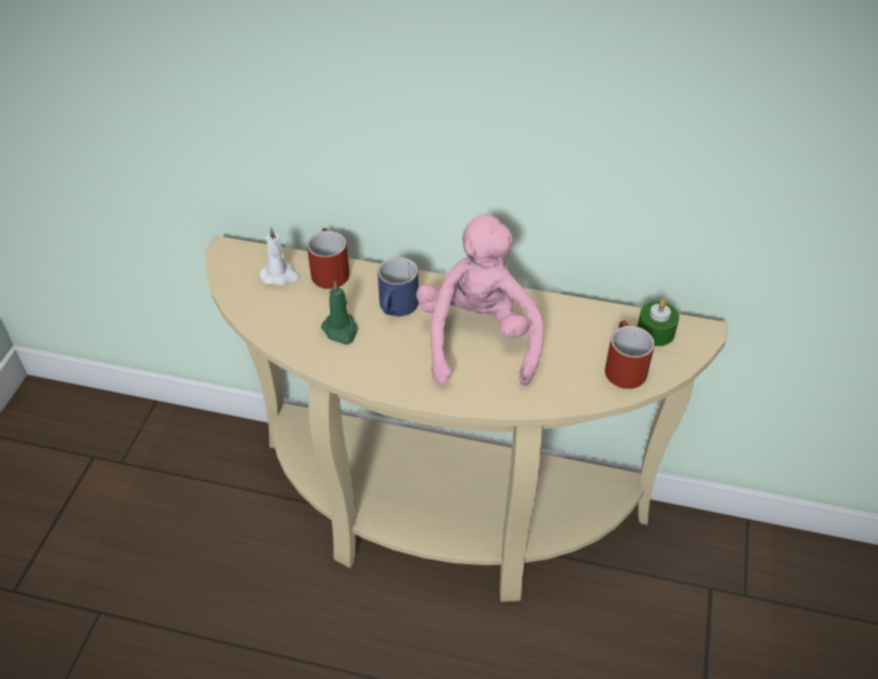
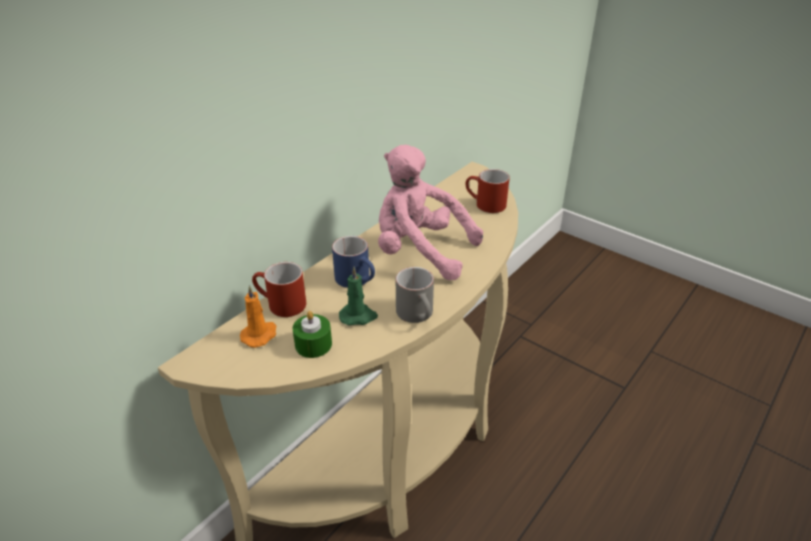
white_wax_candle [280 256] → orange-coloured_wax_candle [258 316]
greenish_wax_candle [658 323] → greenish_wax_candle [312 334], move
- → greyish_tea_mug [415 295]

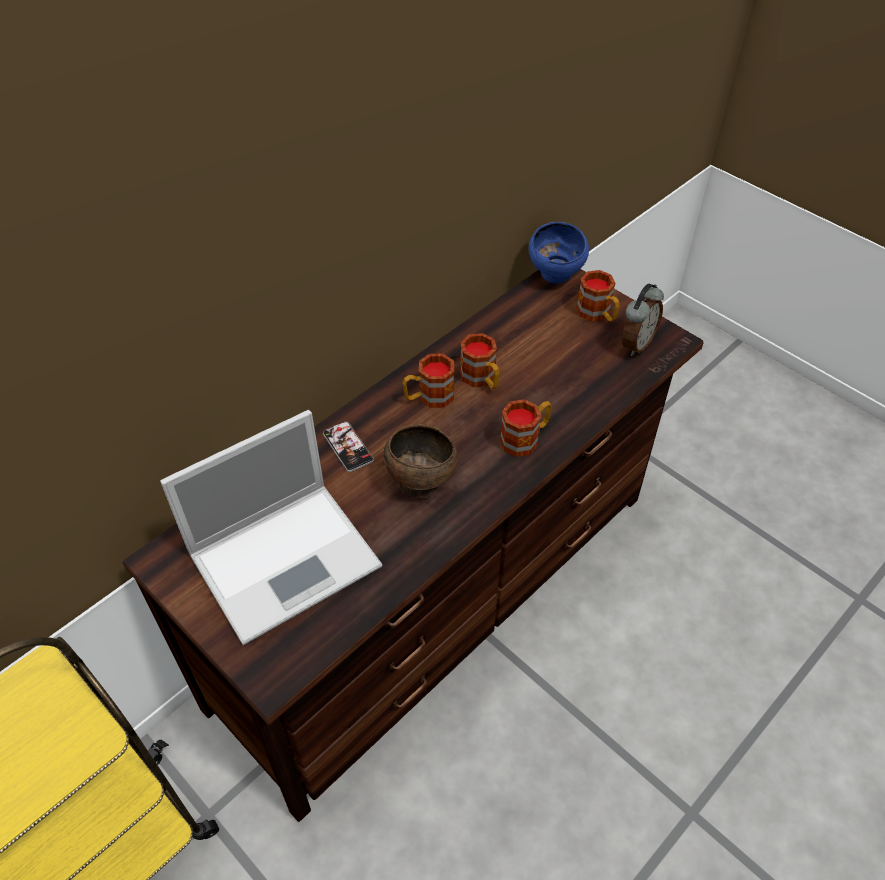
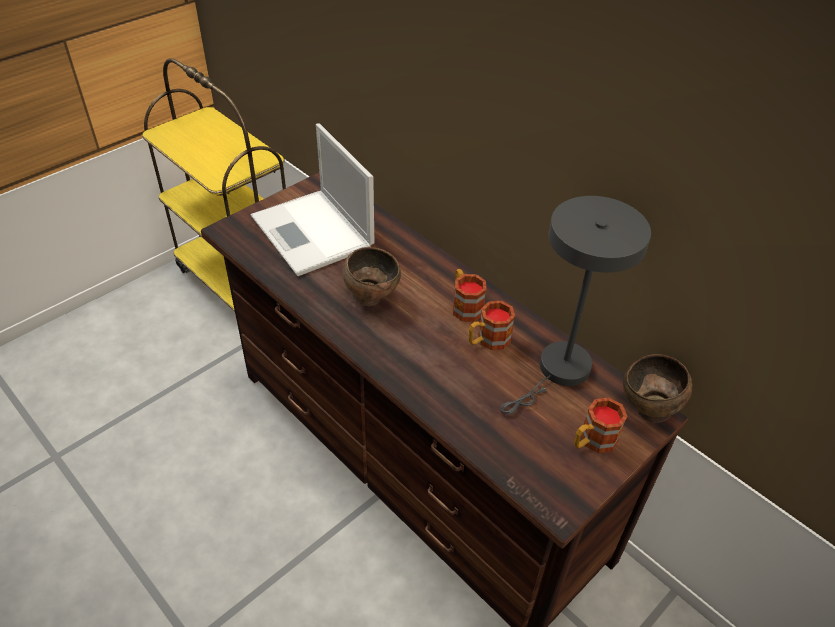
handset [348 446] → -
tea_mug [525 428] → -
bluish_serving_bowl [558 253] → brown_serving_bowl [658 388]
alarm_clock [643 320] → -
- → greyish_lamp_for_a_table [575 305]

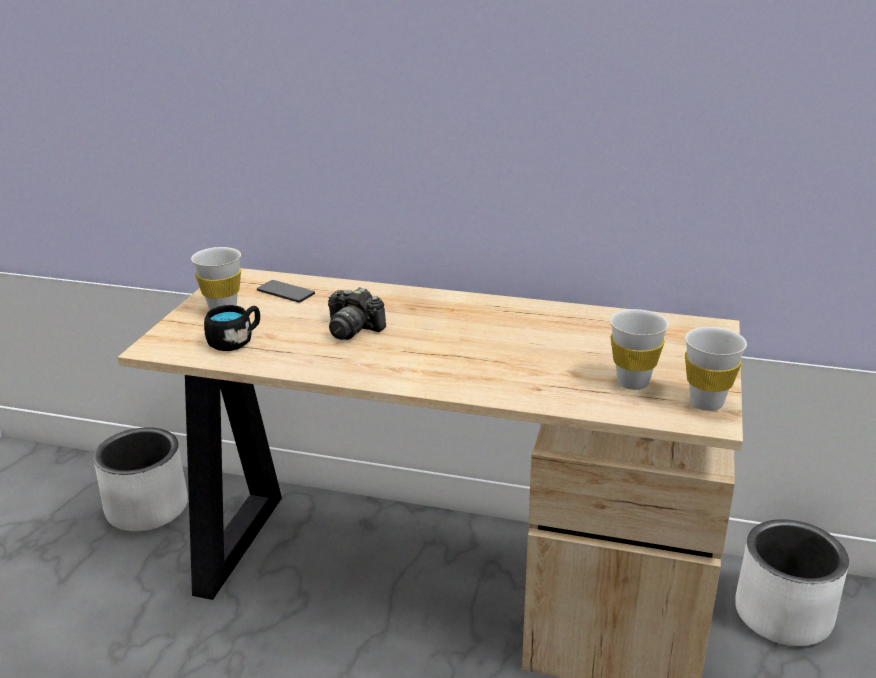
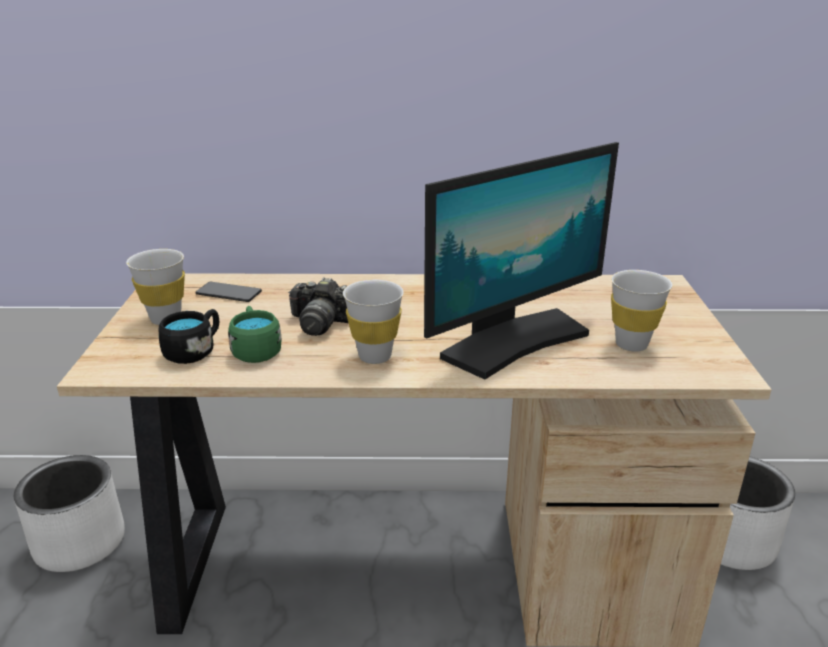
white_drinking_cup [716 369] → white_drinking_cup [373 322], move
- → greenish_tea_mug [254 334]
- → monitor [521 261]

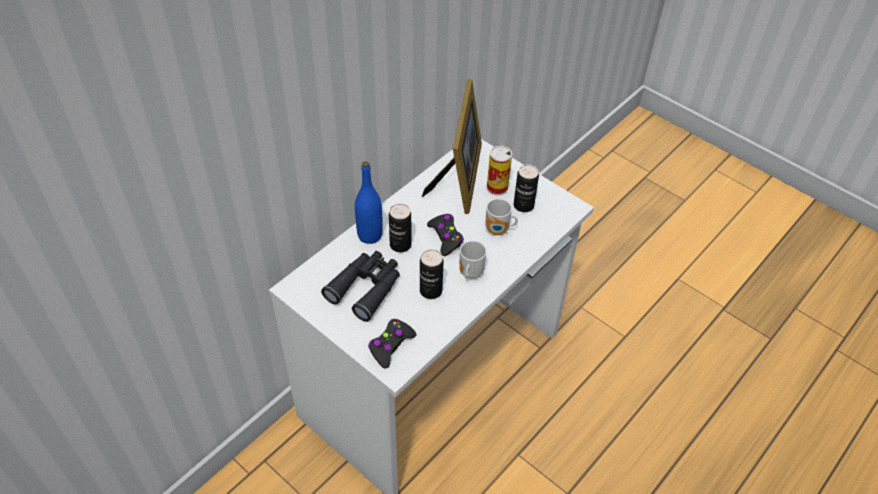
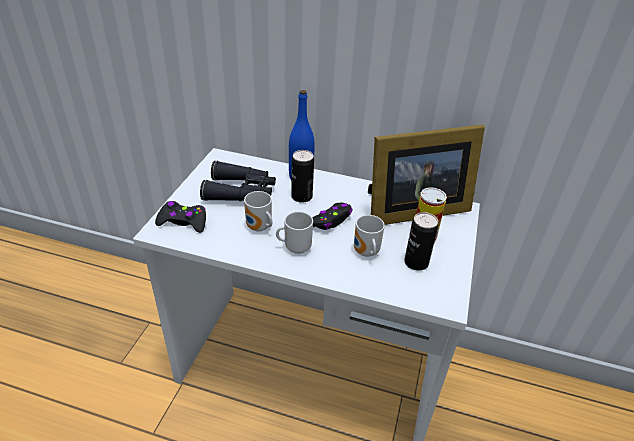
sealed_can [432 274] → tea_mug [258 211]

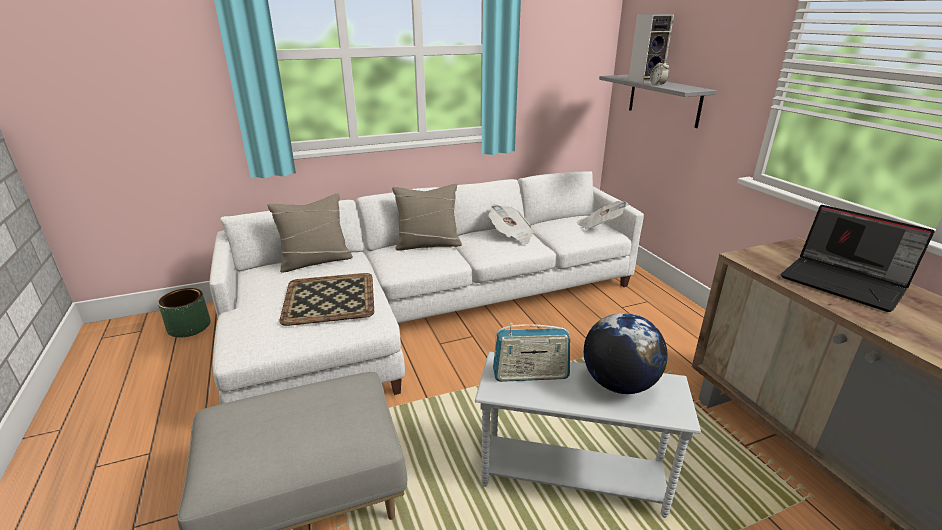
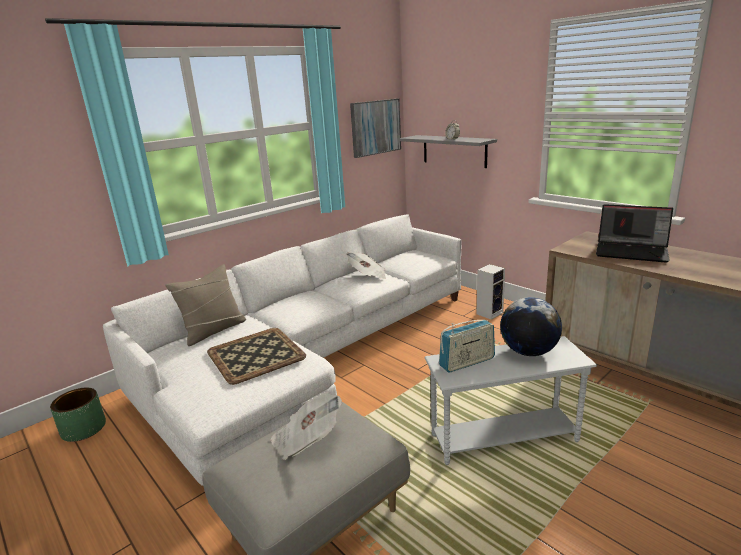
beige_pillow [427 217] → -
printed_paper [602 215] → printed_paper [306 426], move
loudspeaker [651 48] → loudspeaker [491 292], move
- → wall_picture [375 128]

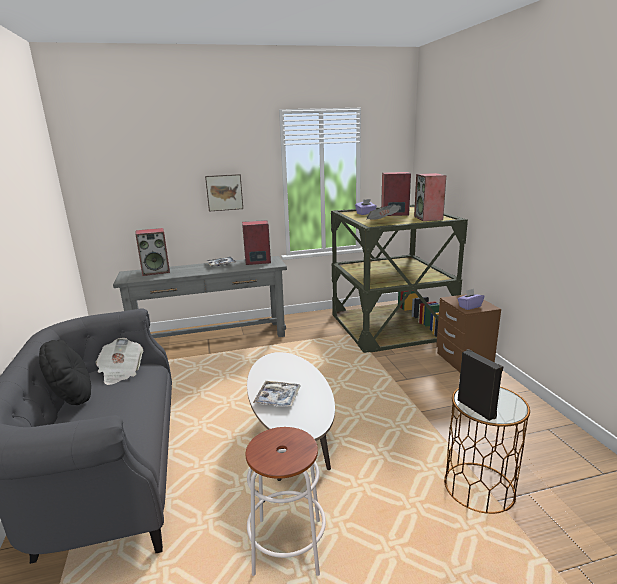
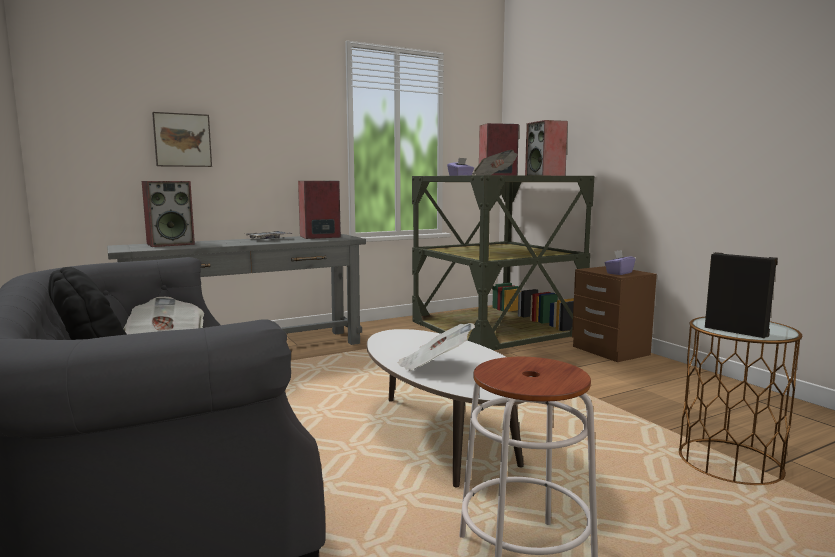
wall_picture [224 193] → wall_picture [182 139], move
carrying_tray [277 394] → printed_paper [436 347]

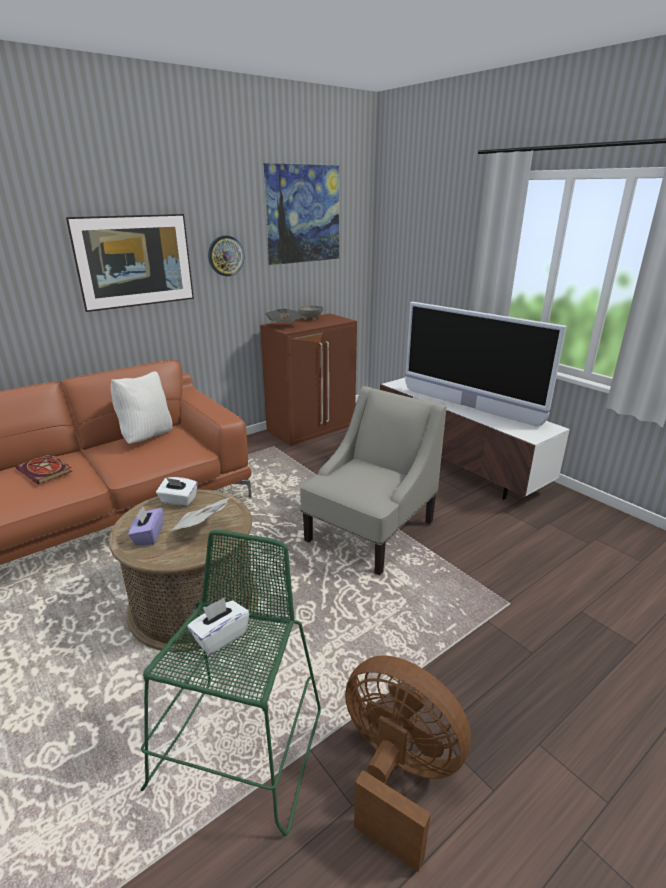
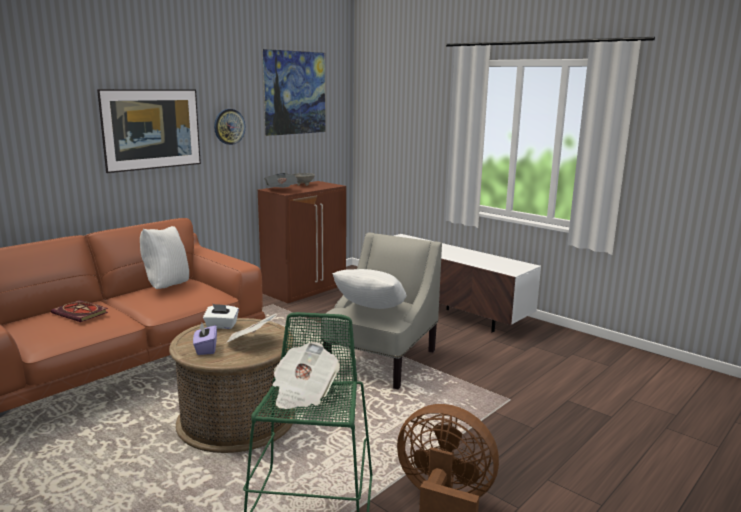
white_tissue_holder [218 626] → printed_paper [306 375]
TV [486 364] → -
- → white_pillow [369 289]

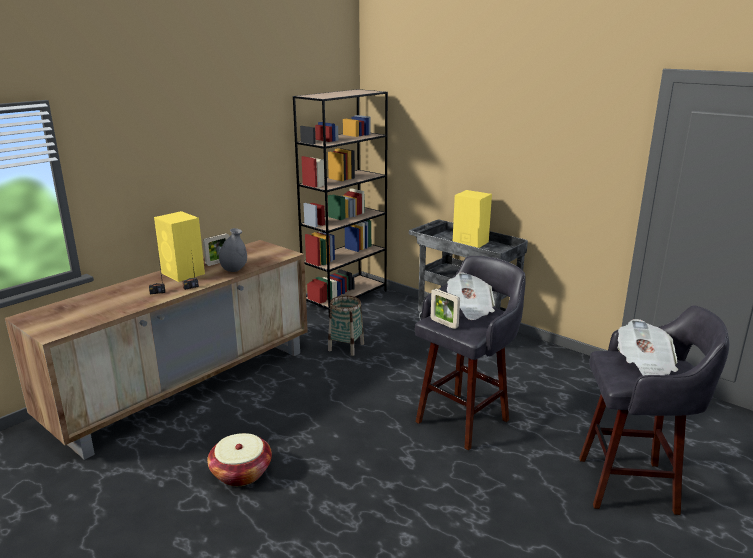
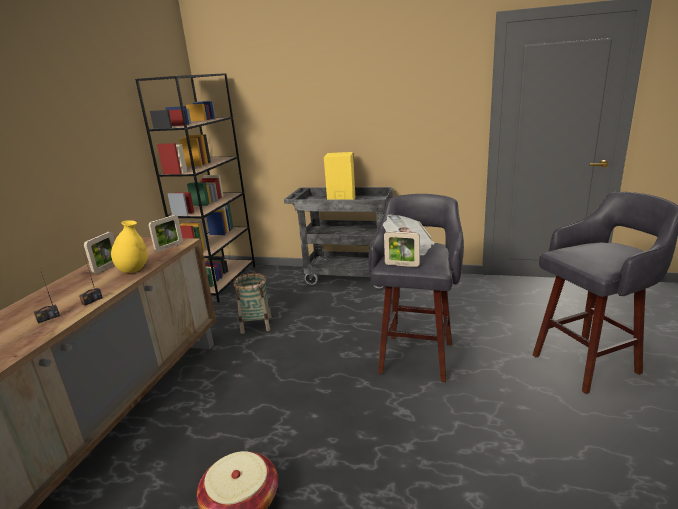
yellow-coloured_loudspeaker [179 246] → -
greyish_decorative_vase [233 250] → yellow-coloured_decorative_vase [129 246]
printed_paper [648 347] → -
- → standing_frame [166 233]

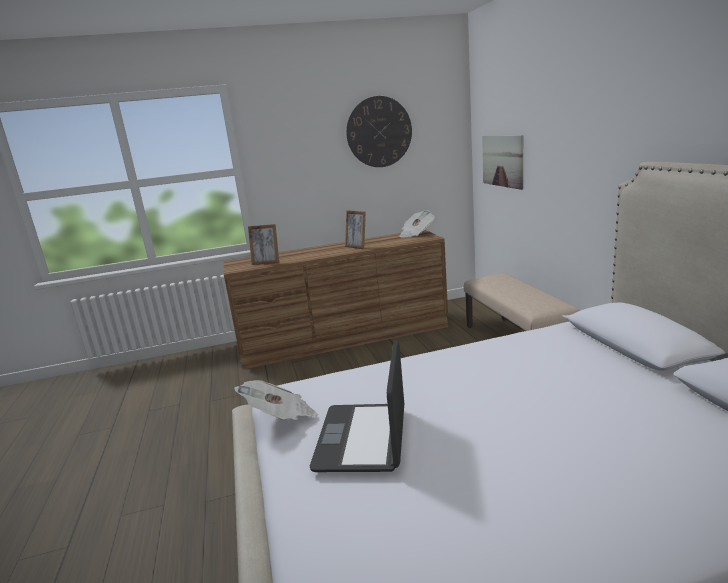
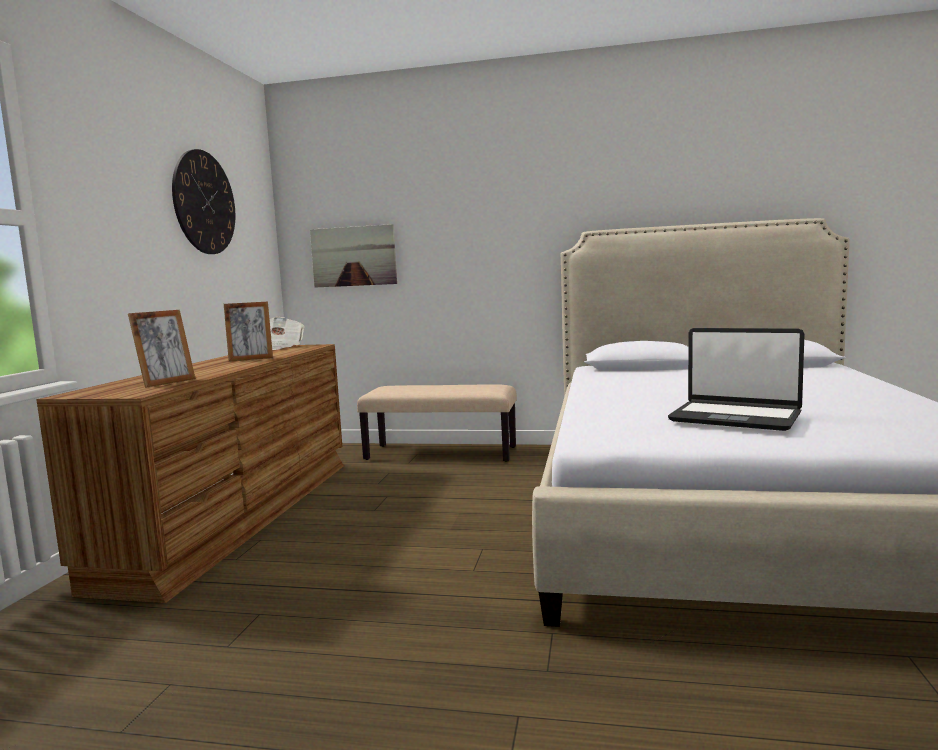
printed_paper [276 400] → -

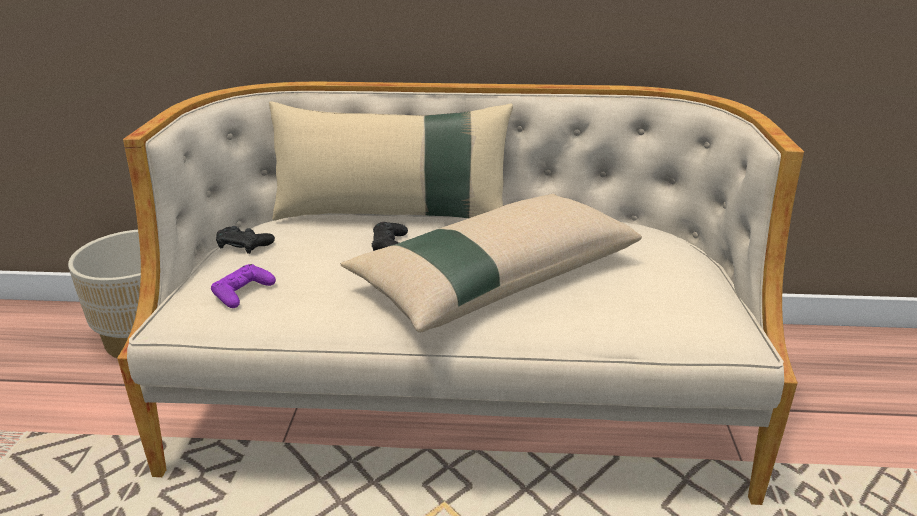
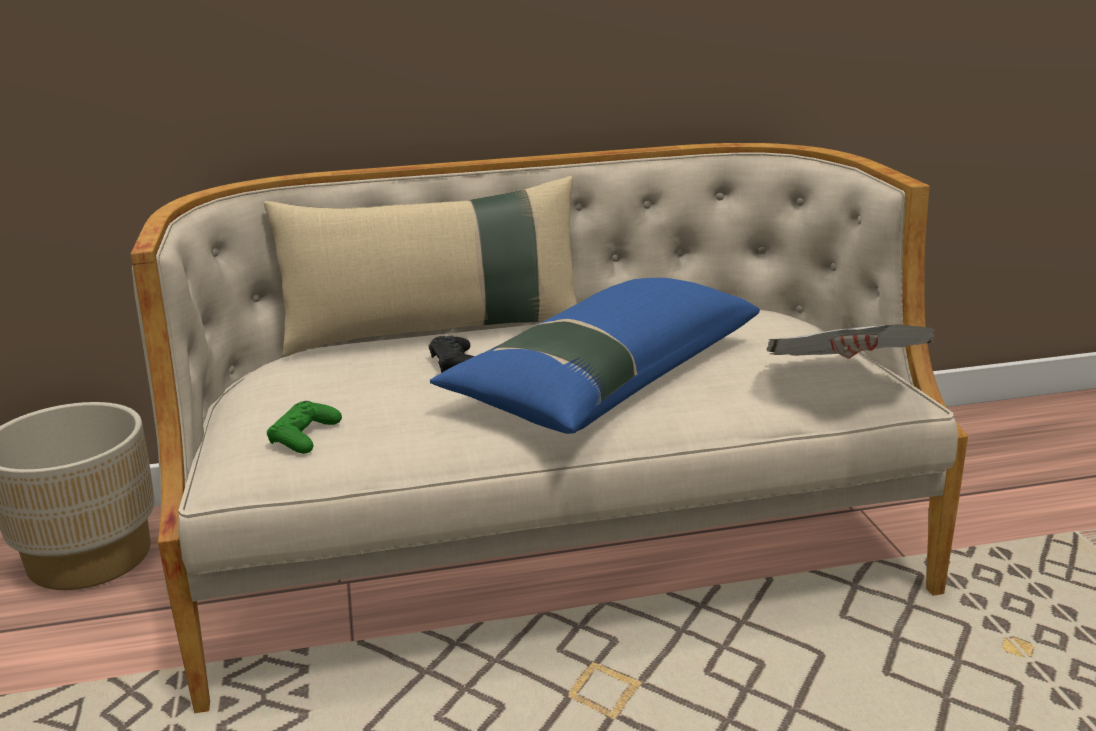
purplish_game_controller [243 286] → greenish_game_controller [304 427]
black-coloured_game_controller [245 240] → -
beige_pillow [491 263] → bluish_pillow [595 356]
- → printed_paper [850 342]

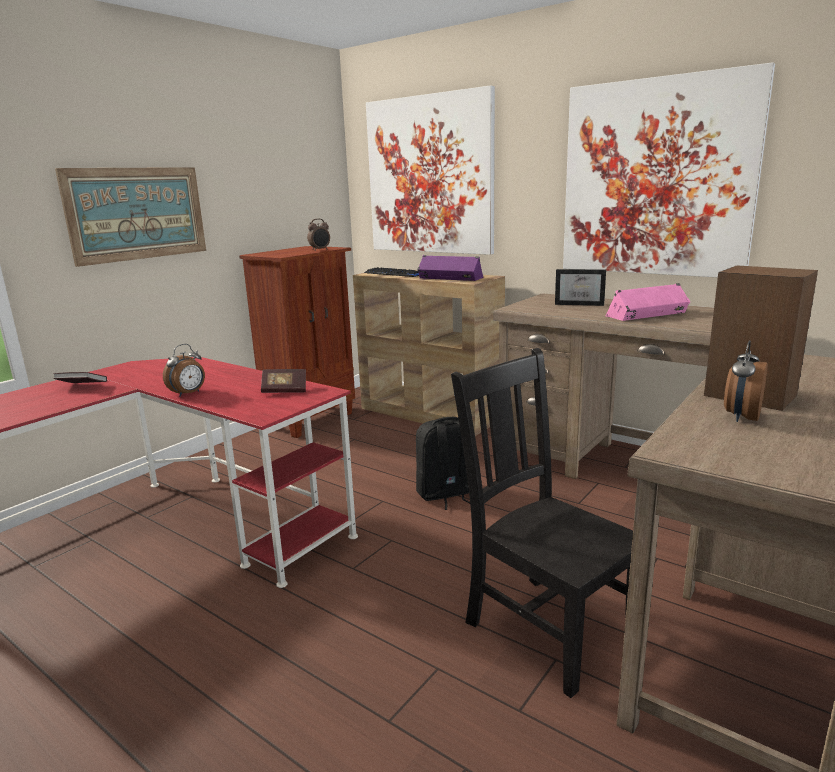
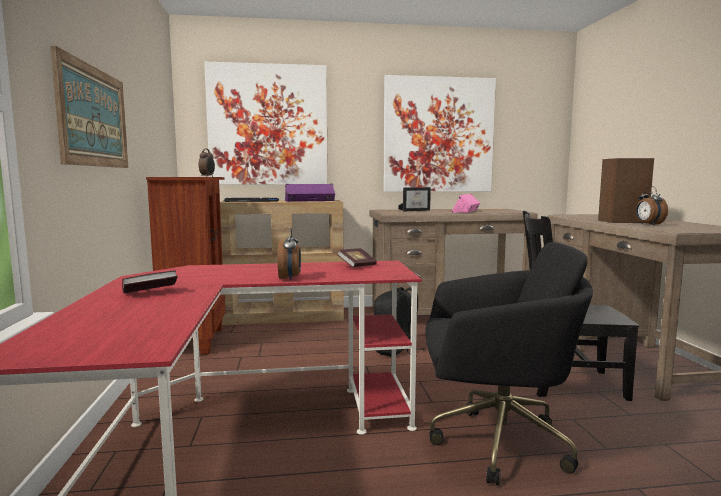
- → black-coloured_office_chair [509 363]

